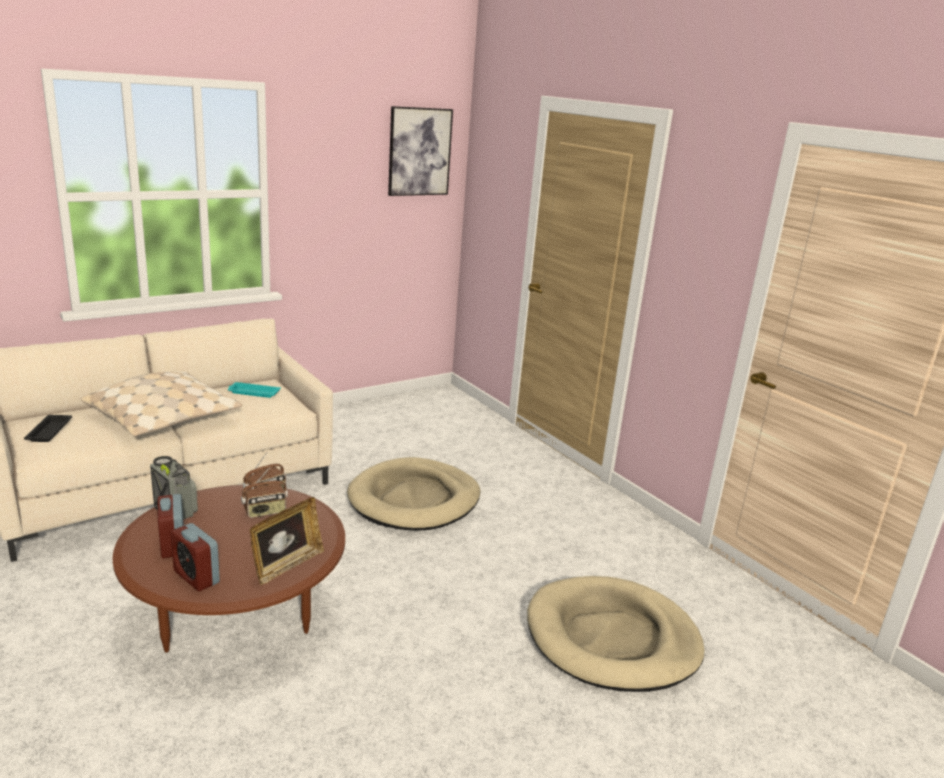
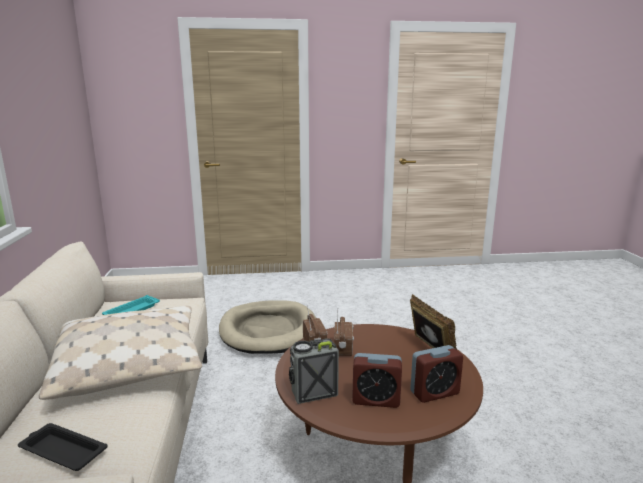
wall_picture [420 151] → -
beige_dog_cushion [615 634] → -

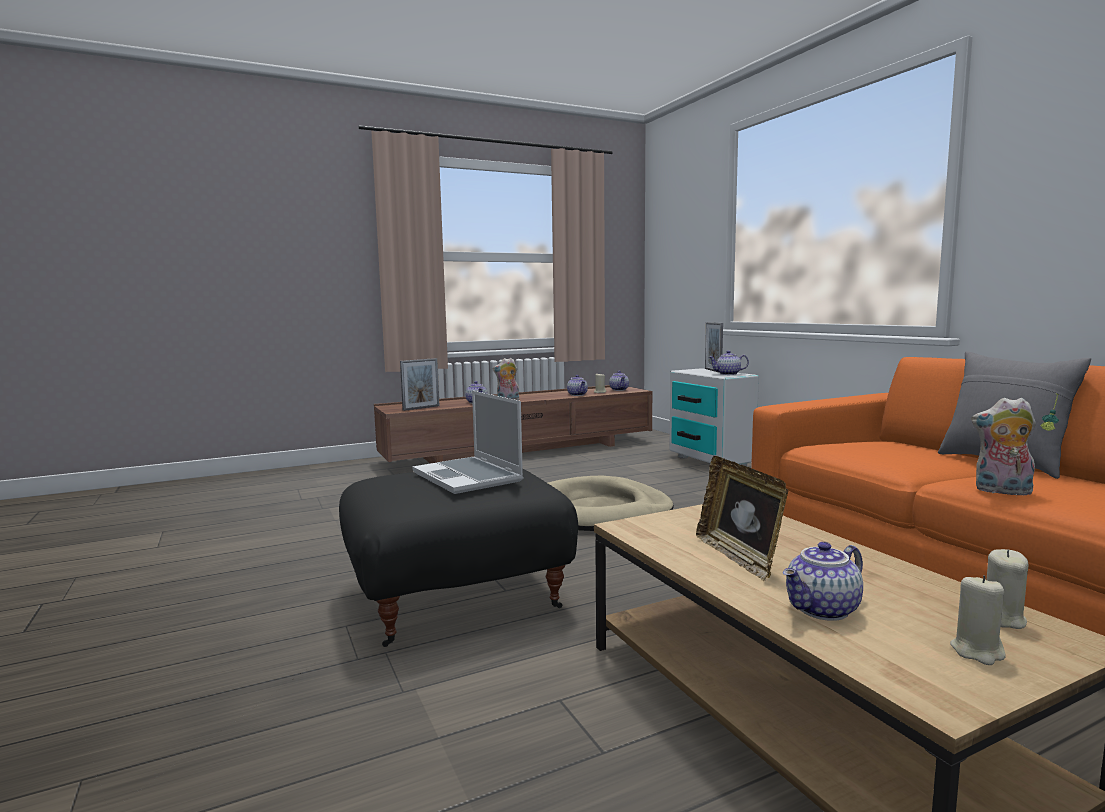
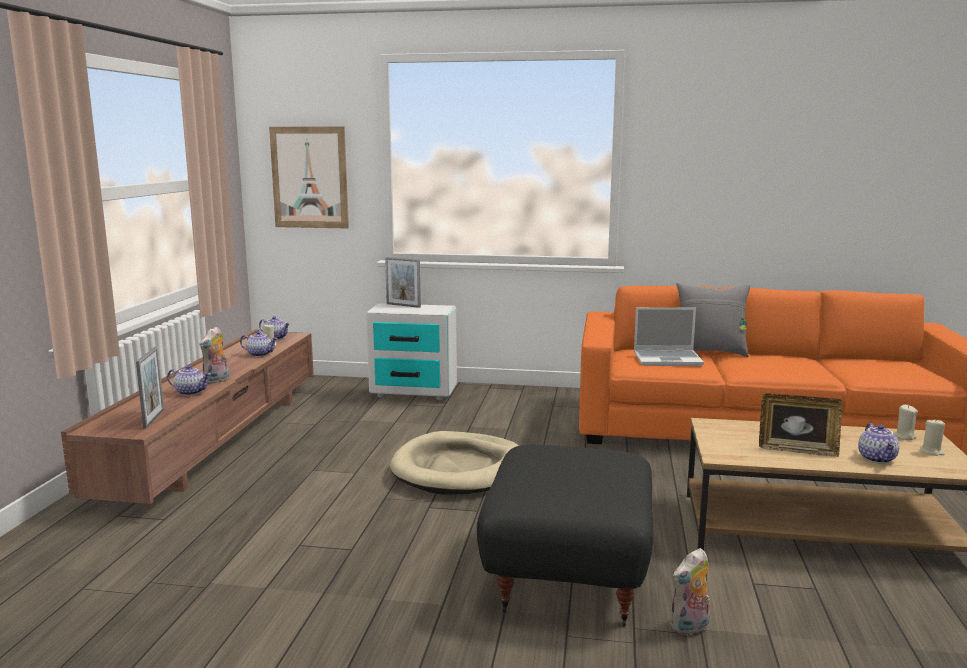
notebook_computer [467 442] → notebook_computer [669 336], move
pot_for_tea [729 363] → -
plush_toy [1003 447] → plush_toy [690 591], move
- → wall_picture [309 177]

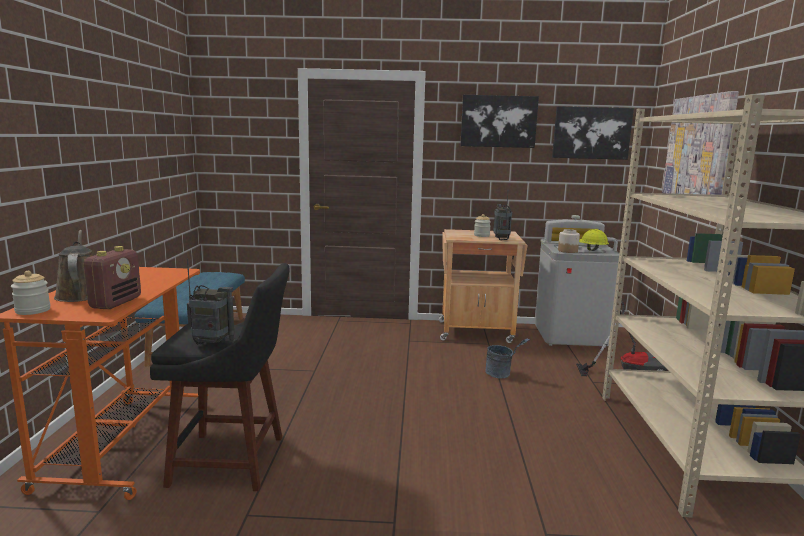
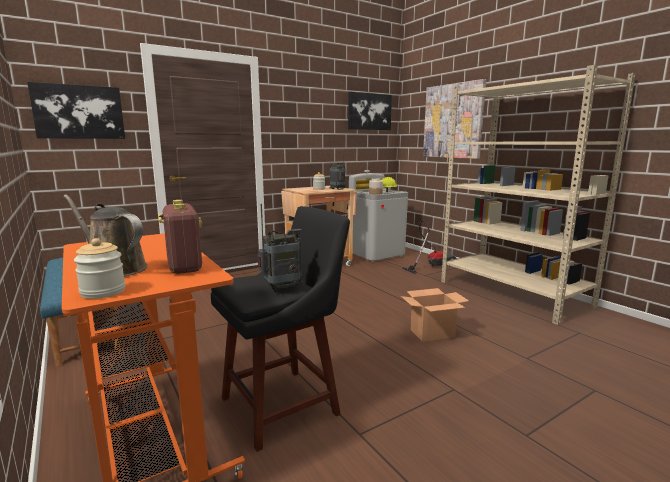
wall_picture [499 121] → wall_picture [76 110], move
greyish_bucket [507 358] → -
- → packing_box [435 315]

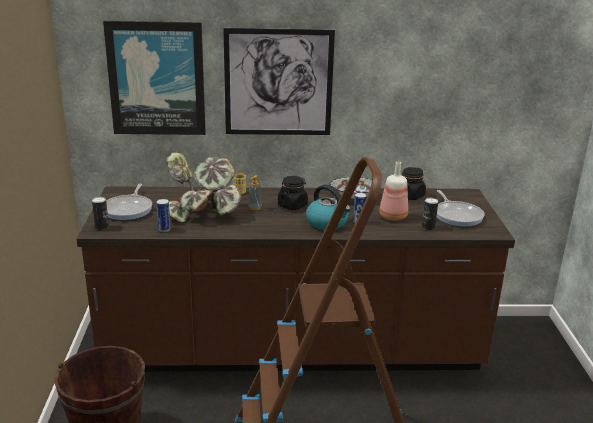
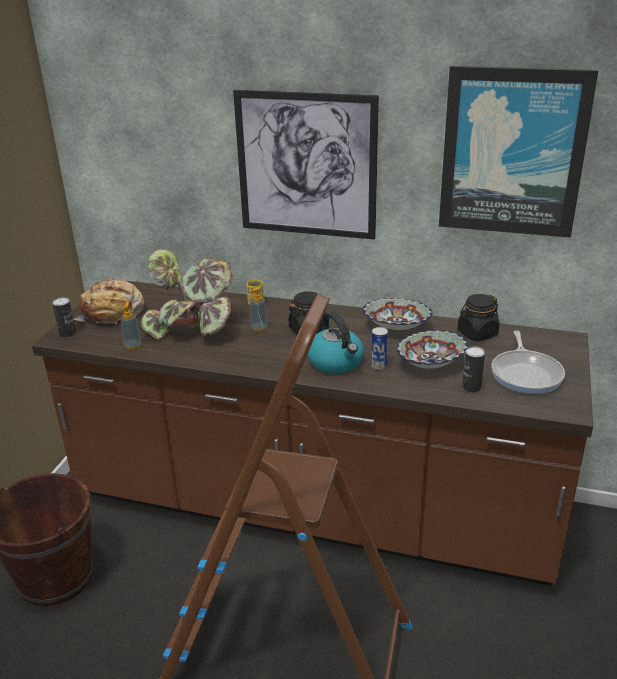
wall_picture [154 78] → wall_picture [518 152], move
skillet [129 202] → bread [109 301]
sealed_can [163 215] → soap_dispenser [130 325]
drink_bottle [393 191] → serving_bowl [432 349]

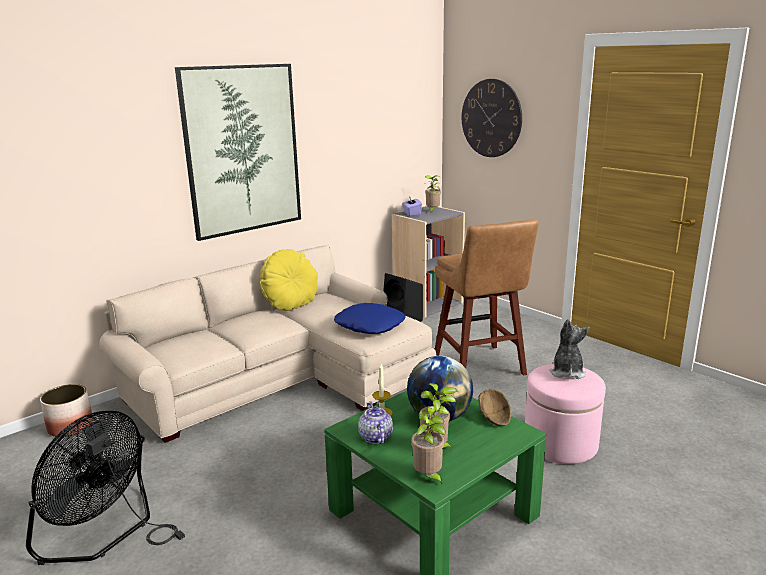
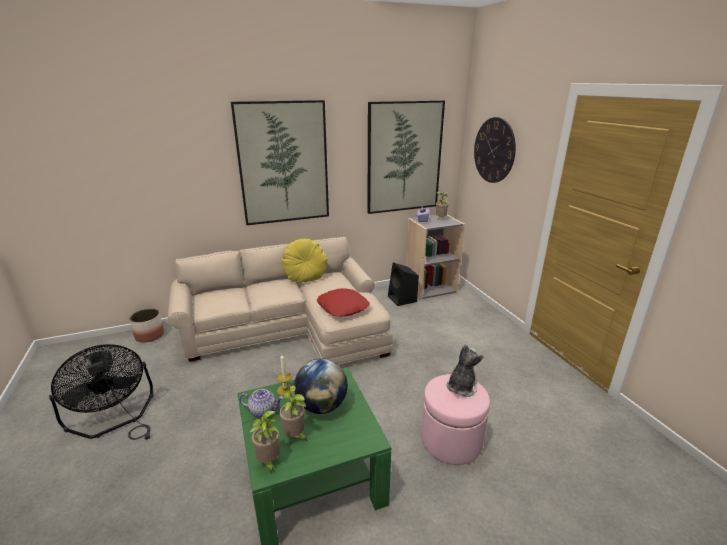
bluish_pillow [370 318] → reddish_pillow [343 302]
pot_for_tea [375 422] → pot_for_tea [261 403], 90 degrees clockwise
brown_sitting_stool [487 297] → -
brown_serving_bowl [494 407] → -
- → wall_picture [406 157]

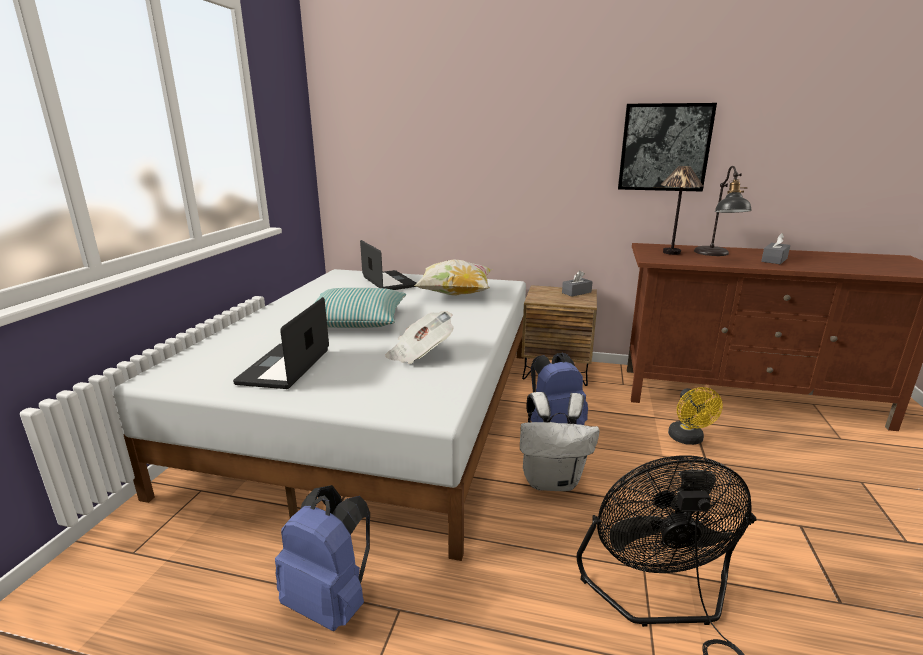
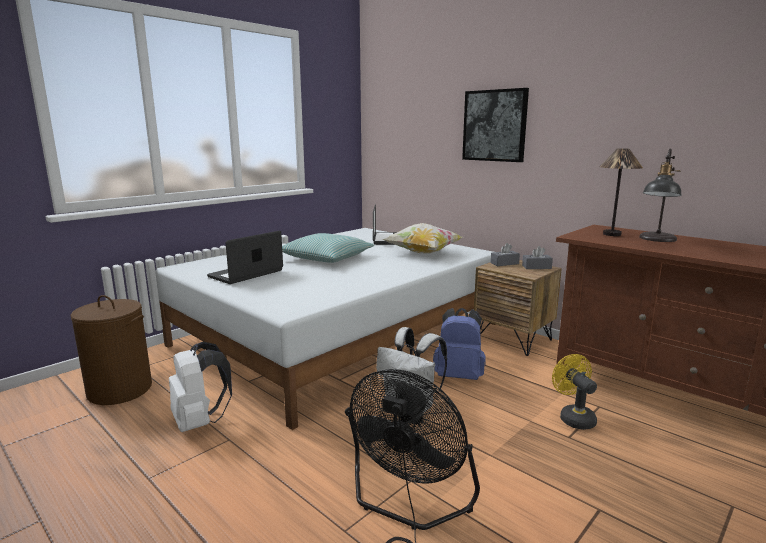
bluish_backpack [322 558] → white_backpack [200 387]
printed_paper [419 337] → -
wall_picture [667 147] → wall_picture [495 125], move
yellow-coloured_fan [695 416] → yellow-coloured_fan [574 392], 135 degrees clockwise
greyish_tissue_holder [775 248] → greyish_tissue_holder [505 254], move
- → brown_laundry_basket [111 350]

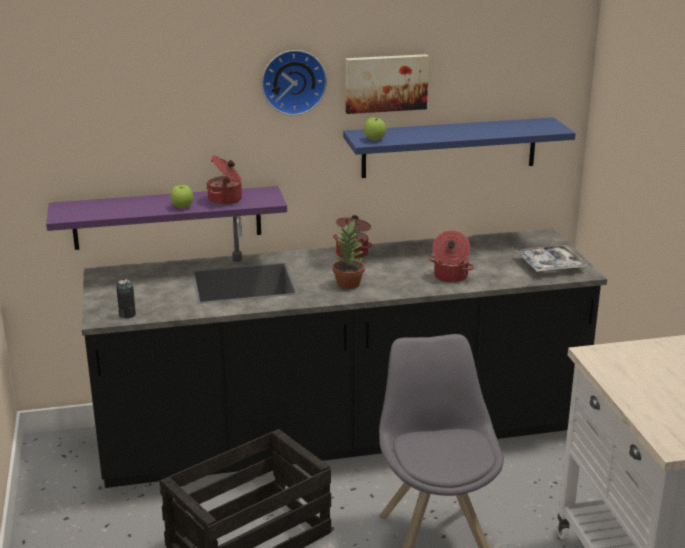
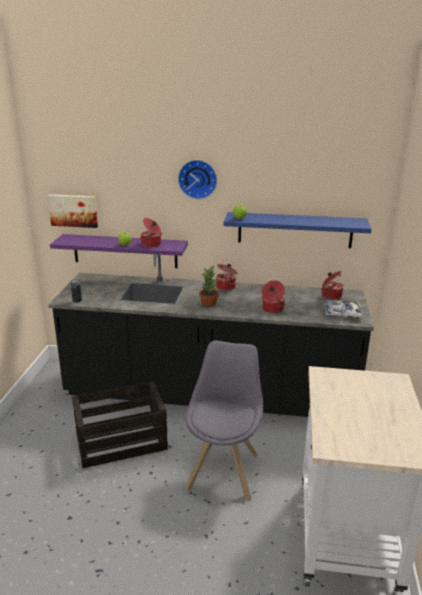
wall_picture [387 84] → wall_picture [73 211], move
- → saucepot [332 285]

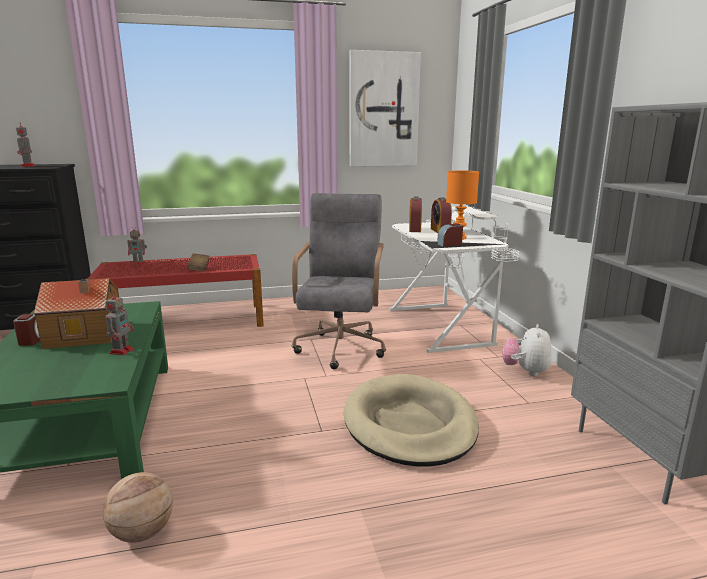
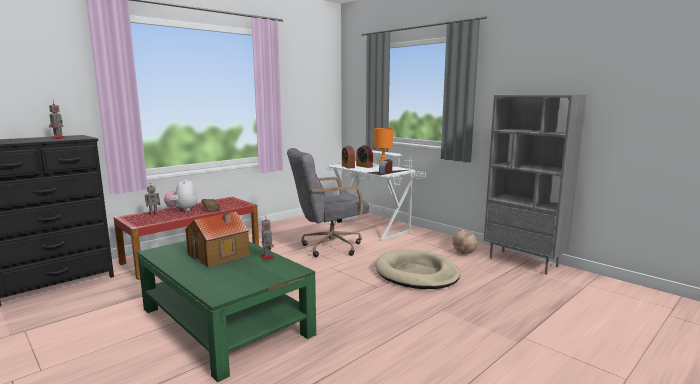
alarm_clock [26 330] → -
ball_for_basketball [138 507] → ball_for_basketball [465 242], move
greyish_office_chair [338 281] → greyish_office_chair [328 202], 90 degrees counterclockwise
wall_picture [385 108] → -
plush_toy [527 350] → plush_toy [181 194], move

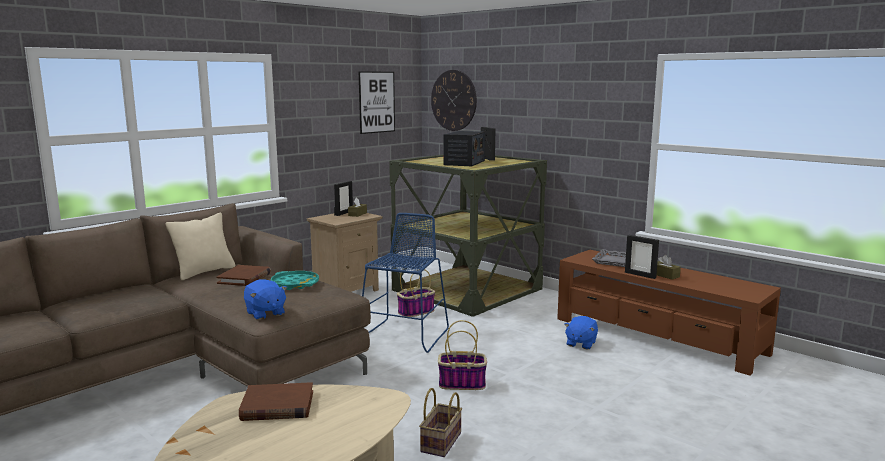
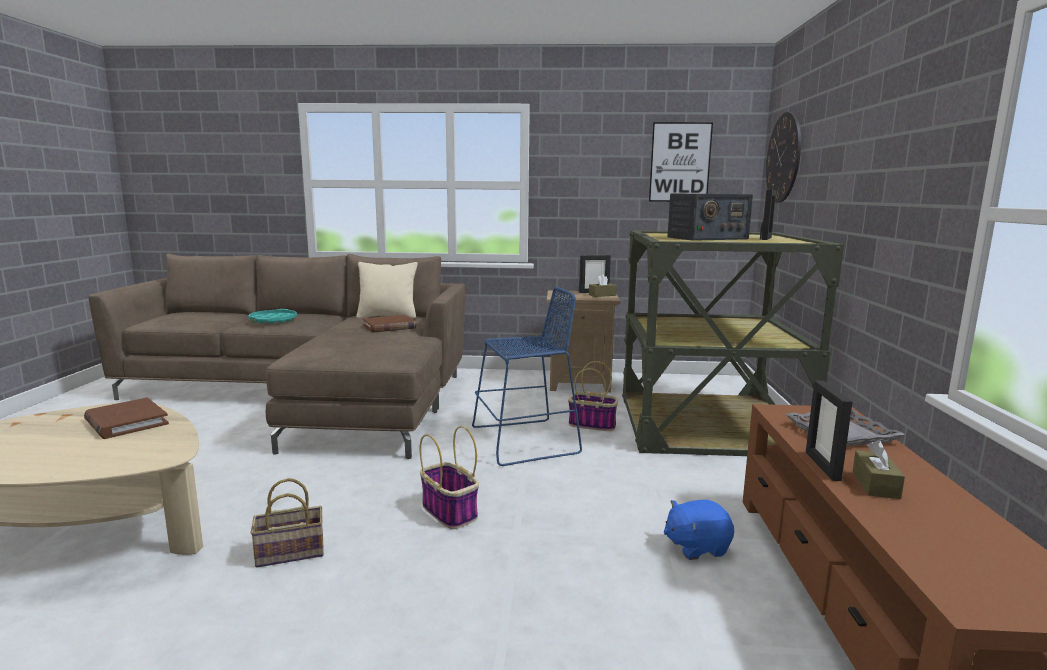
bluish_plush_toy [265 299] → -
blue-green_carrying_tray [295 280] → blue-green_carrying_tray [272 316], move

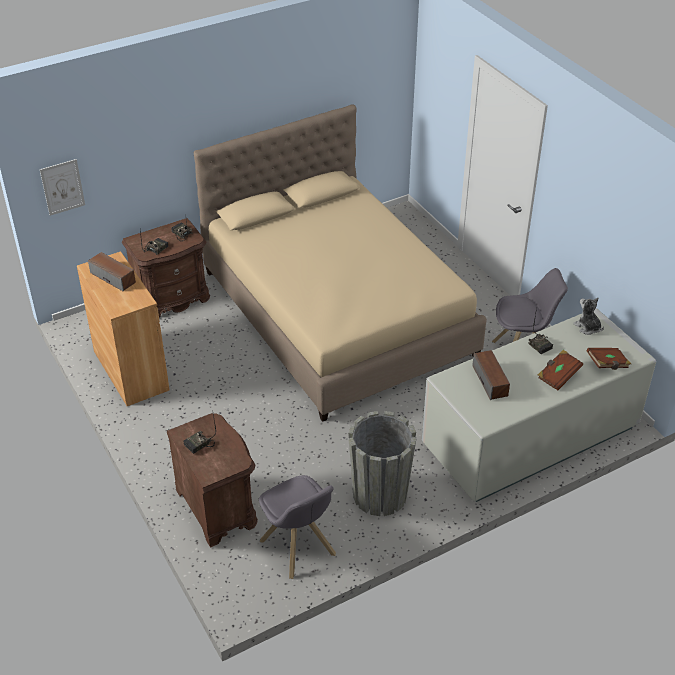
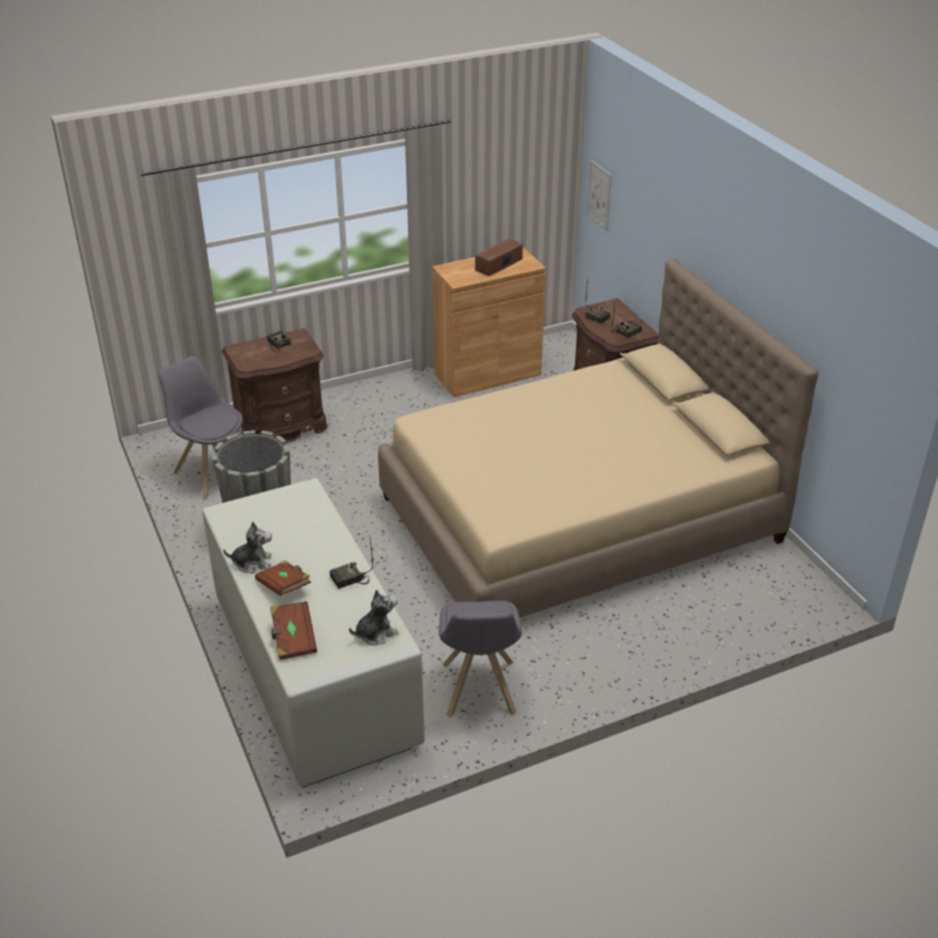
greyish_upright_chair [297 527] → greyish_upright_chair [201 427], 75 degrees clockwise
loudspeaker [491 375] → -
- → plush_toy [247 547]

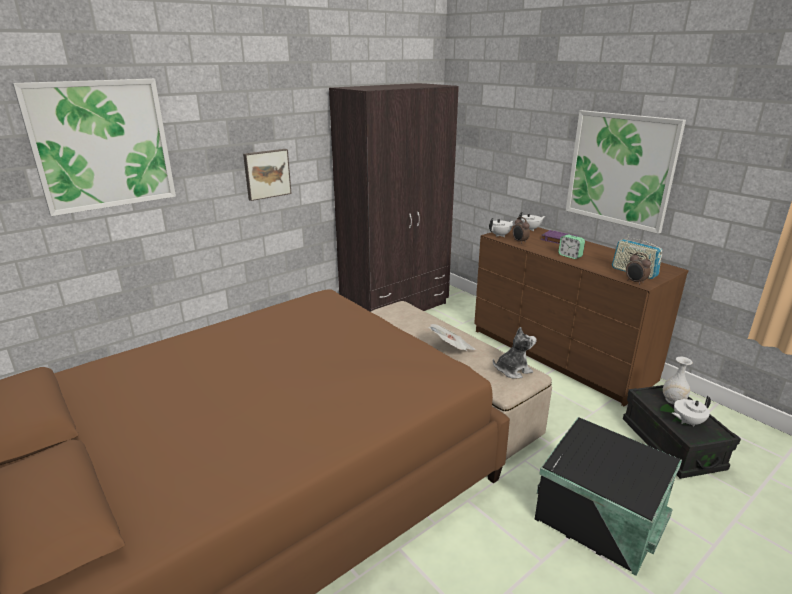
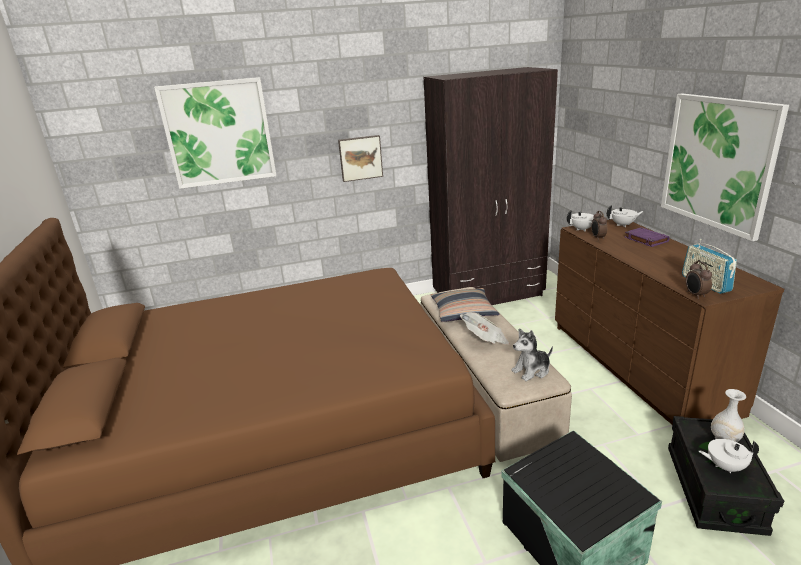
plush_toy [515 353] → plush_toy [532 354], 150 degrees clockwise
alarm_clock [571 246] → -
- → pillow [465 305]

